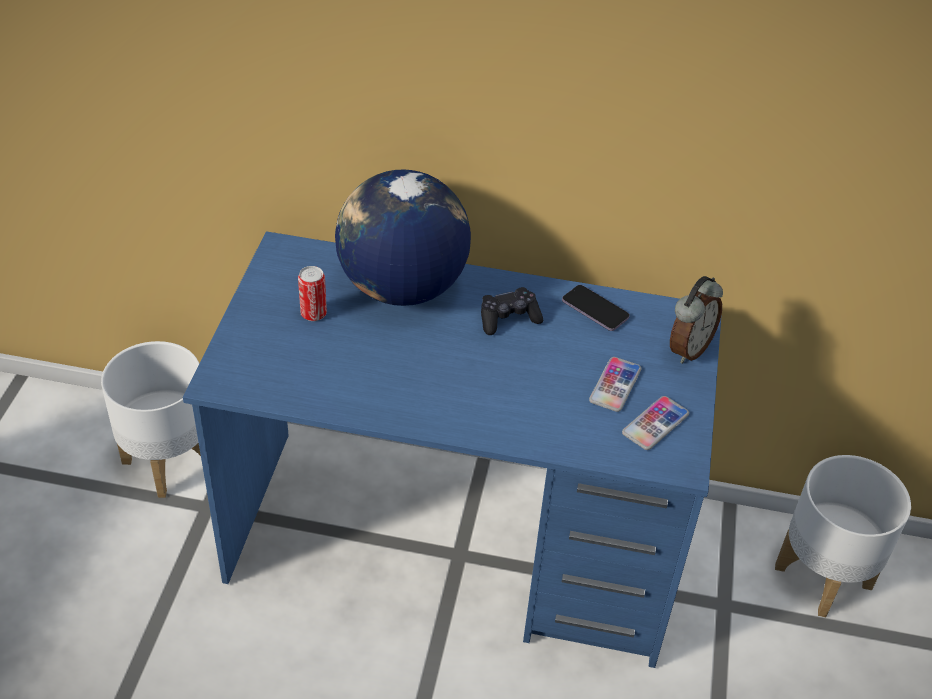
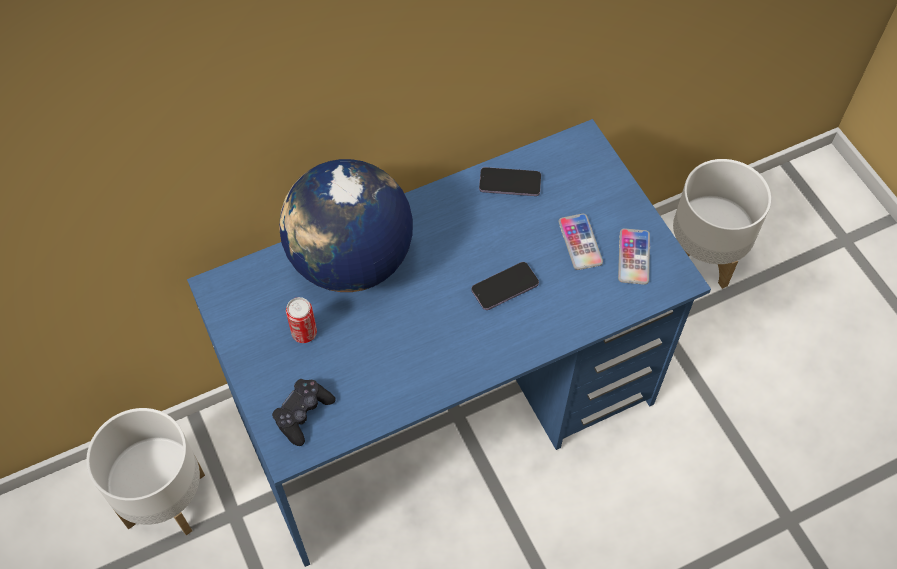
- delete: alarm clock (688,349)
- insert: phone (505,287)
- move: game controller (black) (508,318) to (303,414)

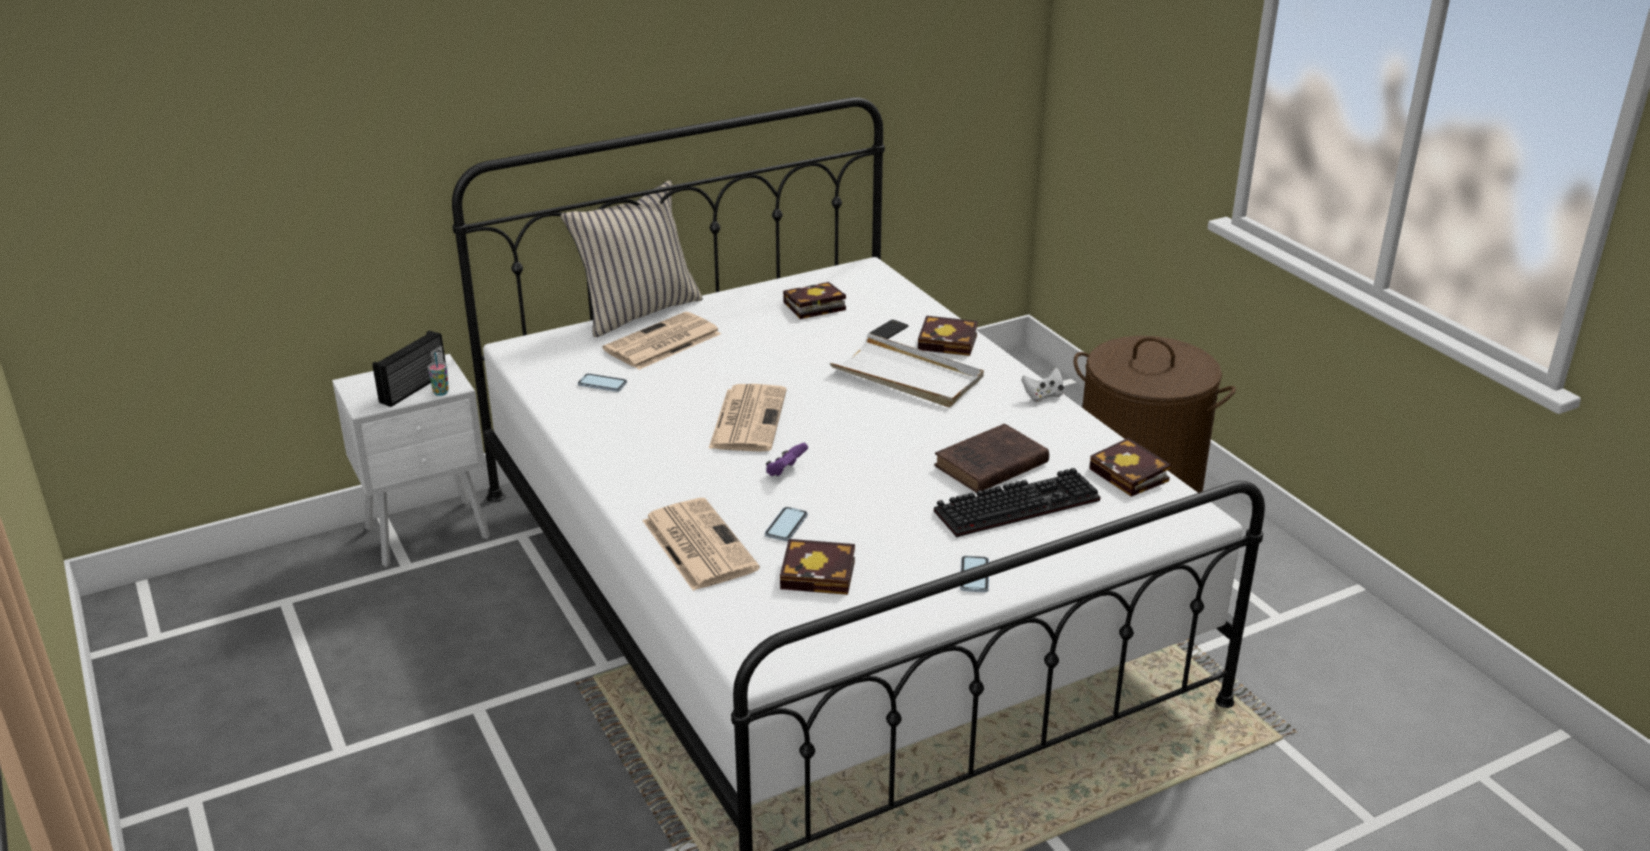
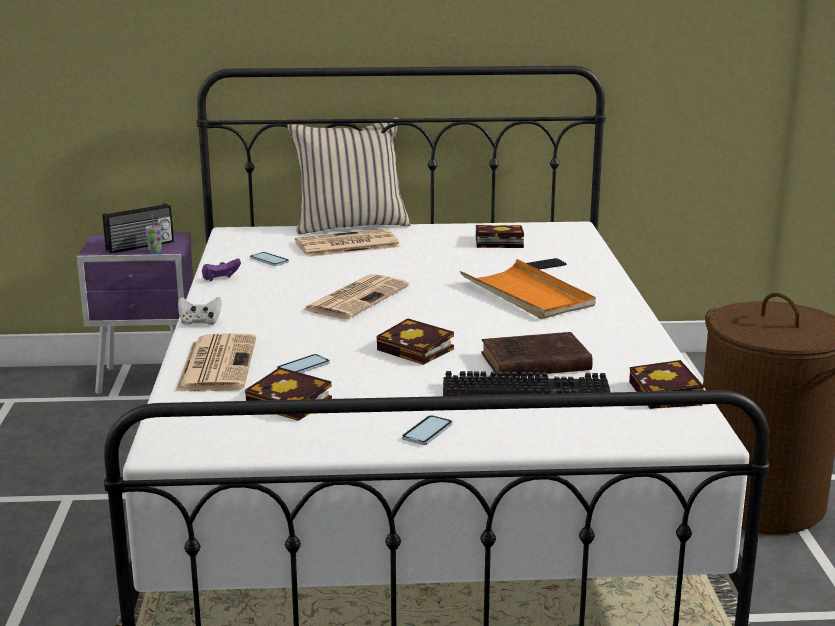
- move: game controller (purple) (785,471) to (220,279)
- move: book (950,342) to (418,350)
- move: game controller (white) (1043,396) to (200,322)
- recolor: nightstand (white) (430,534) to nightstand (purple) (149,381)
- recolor: tray (white) (907,376) to tray (orange) (527,294)

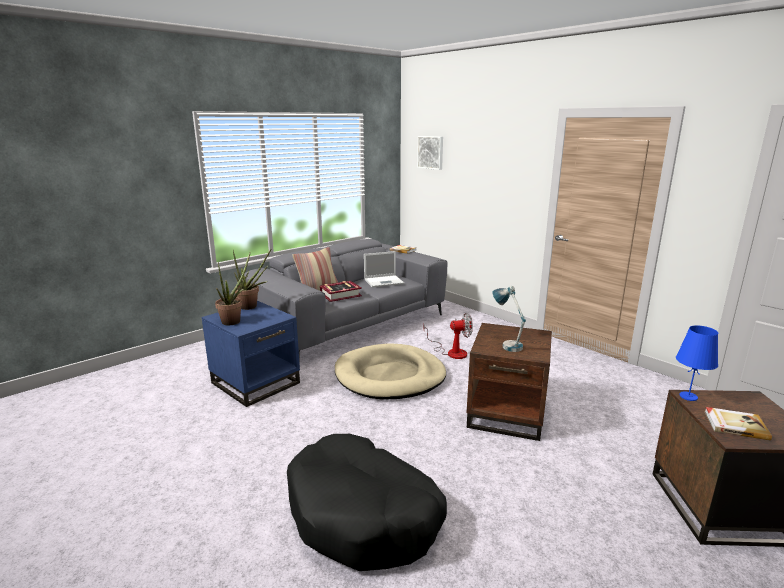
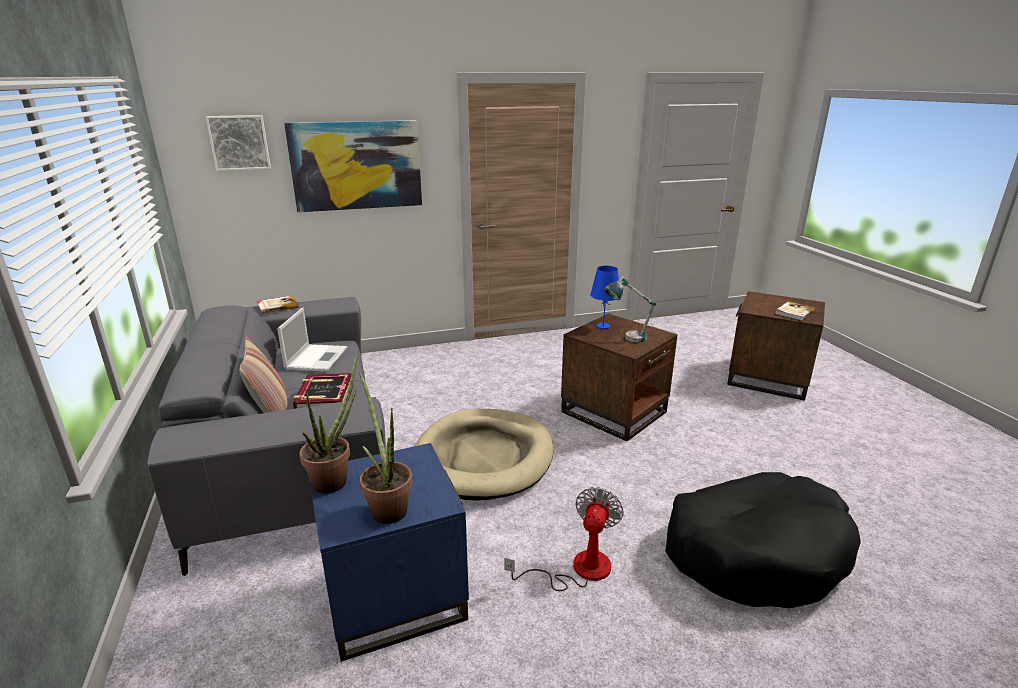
- insert: picture (356,165)
- move: fan (451,352) to (578,569)
- move: table lamp (blue) (688,396) to (603,326)

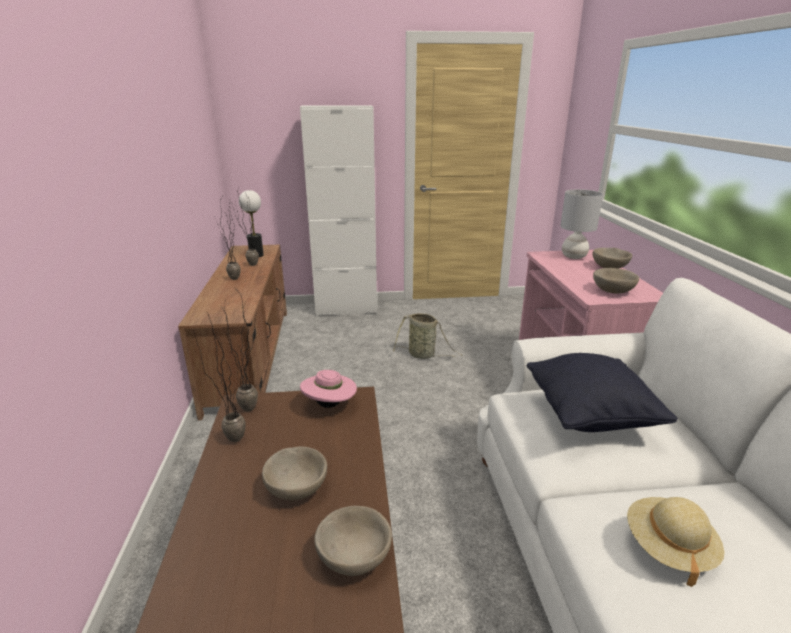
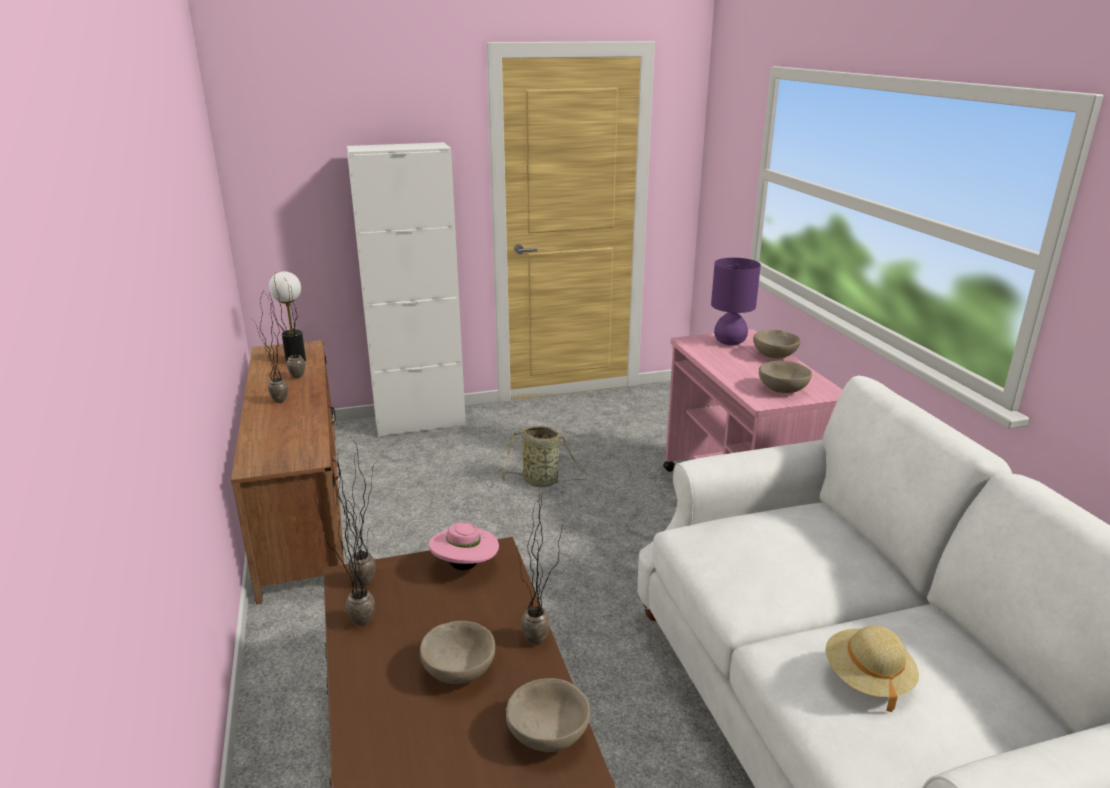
- delete: pillow (black) (589,416)
- insert: potted plant (540,646)
- recolor: table lamp (grey) (573,256) to table lamp (purple) (729,342)

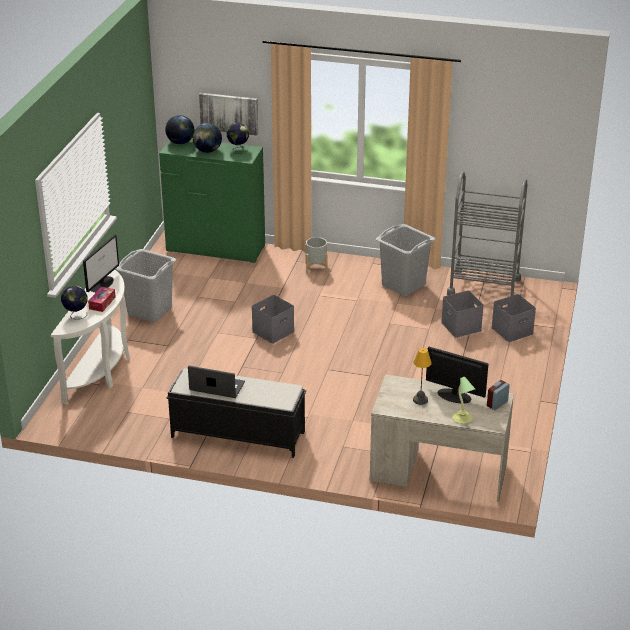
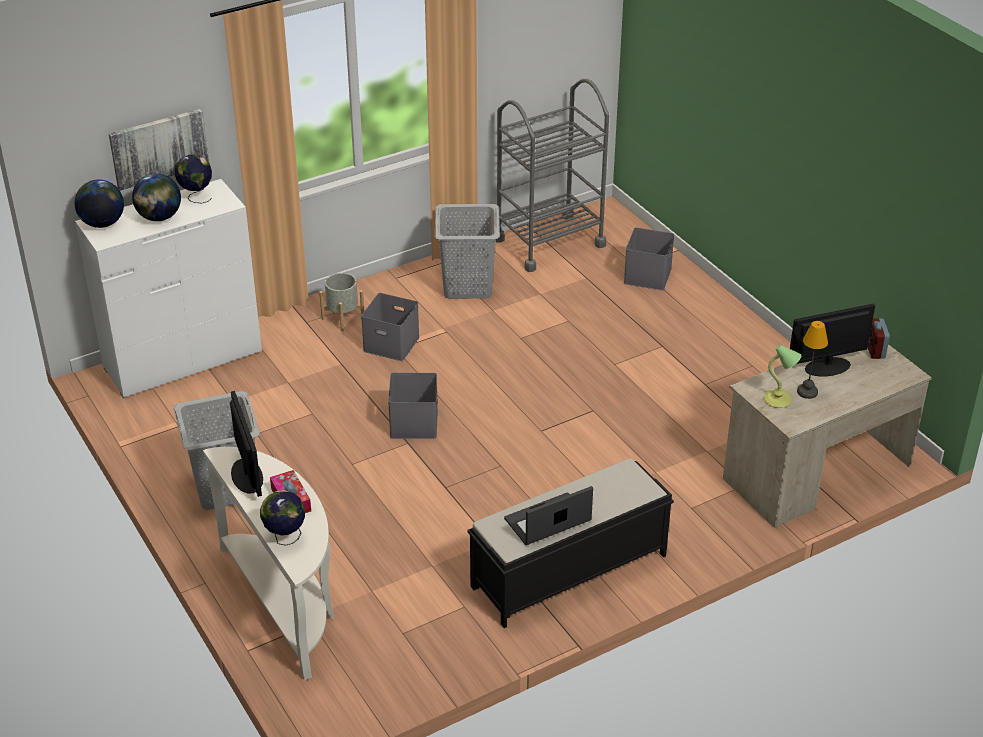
- move: storage box (grey) (460,326) to (390,344)
- move: table lamp (462,419) to (778,400)
- recolor: dresser (green) (215,248) to dresser (white) (183,360)

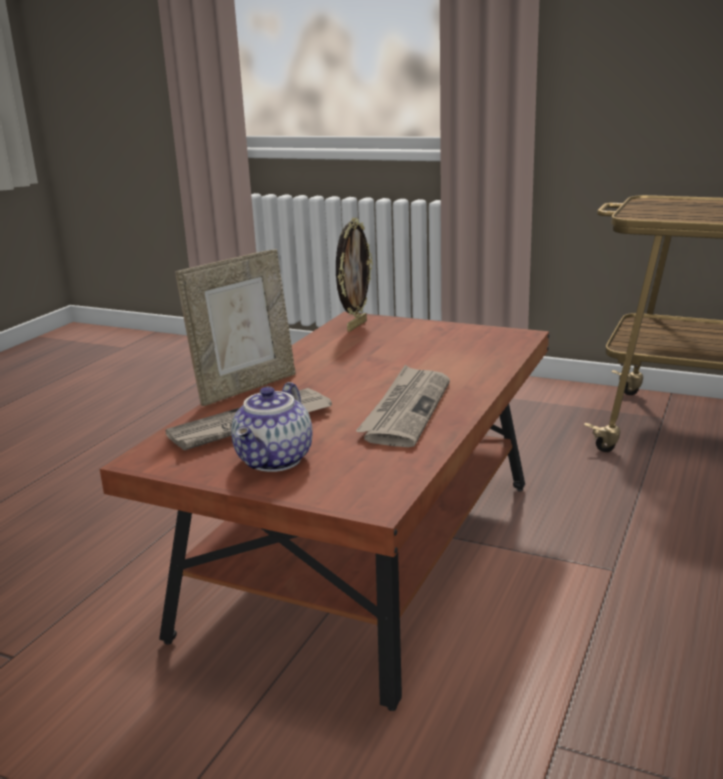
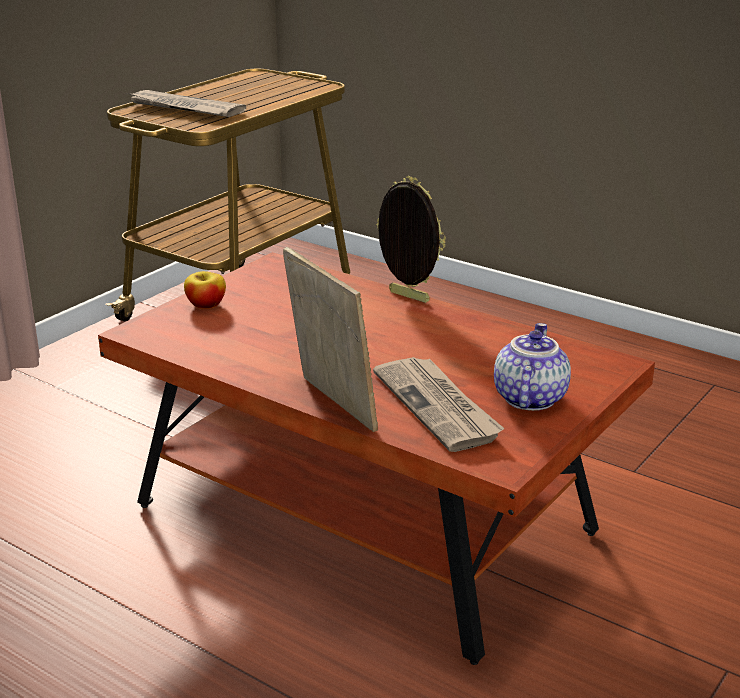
- insert: apple (206,305)
- move: picture frame (355,325) to (407,297)
- move: newspaper (406,409) to (184,108)
- rotate: teapot (276,460) = (528,398) 105 degrees counterclockwise

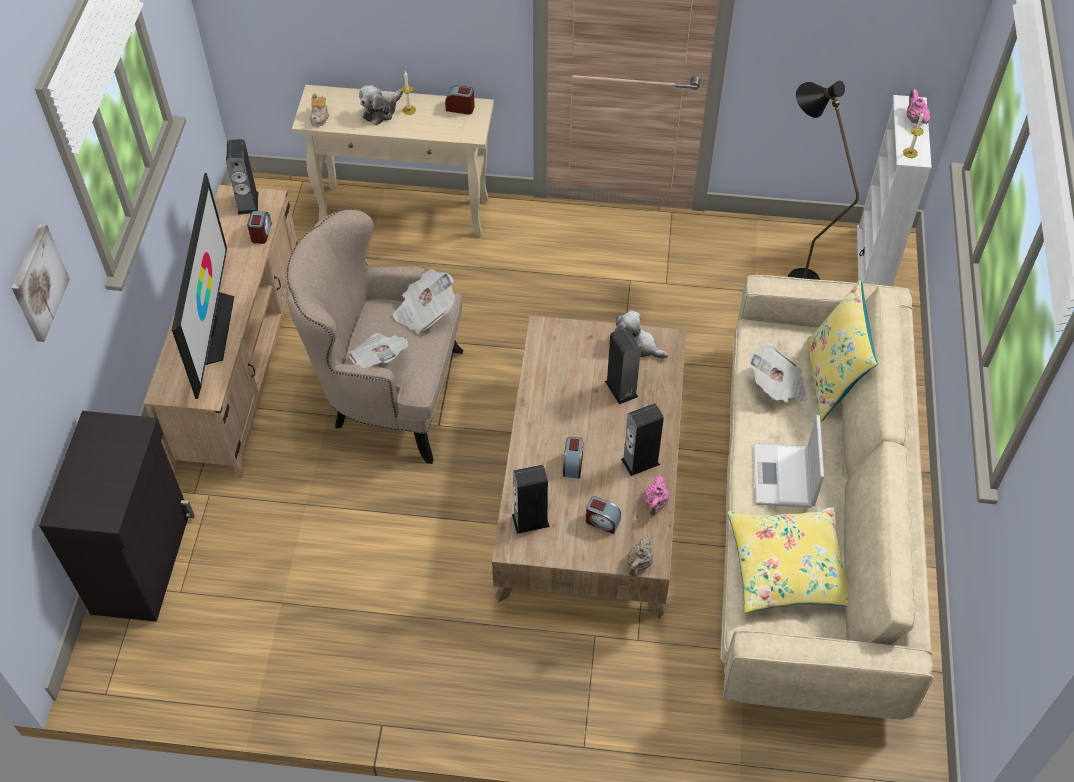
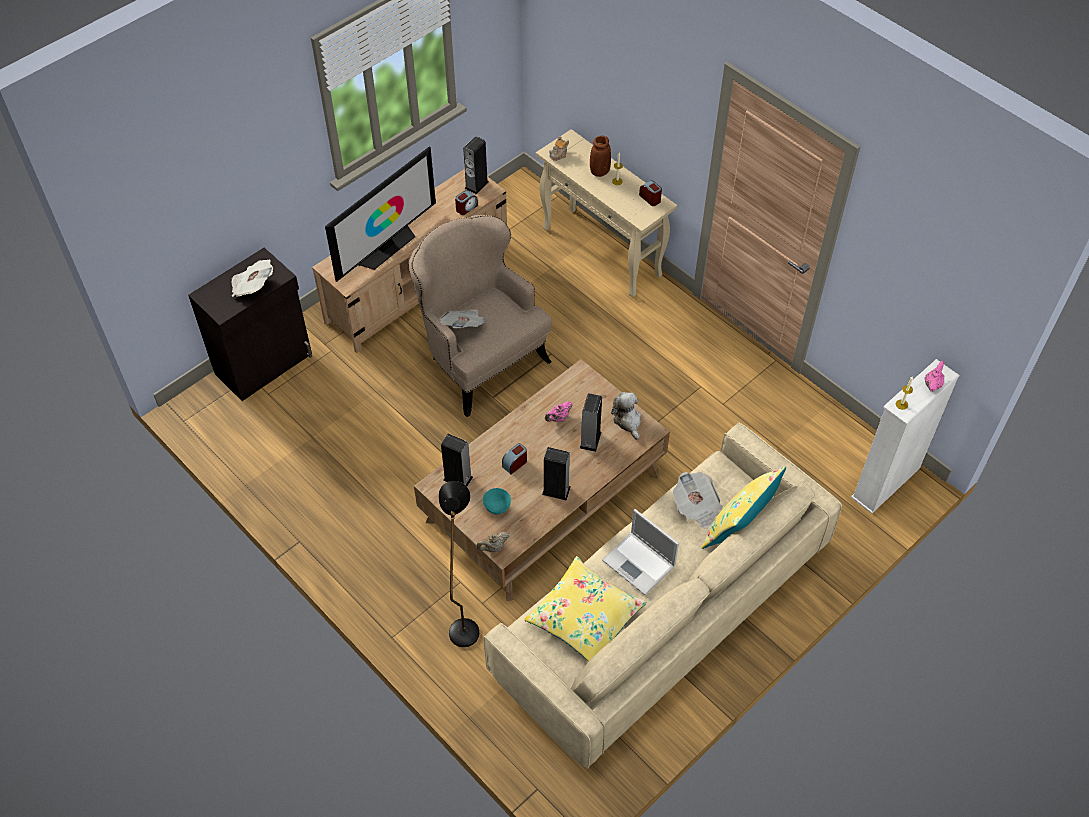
- delete: picture (38,283)
- move: newspaper (424,312) to (253,286)
- move: teapot (pink) (655,503) to (558,418)
- move: floor lamp (black) (793,275) to (464,622)
- replace: plush toy (381,110) to vase (brown) (600,172)
- replace: alarm clock (602,521) to bowl (turquoise) (497,508)
- rotate: laptop (784,477) = (640,564) 90 degrees counterclockwise

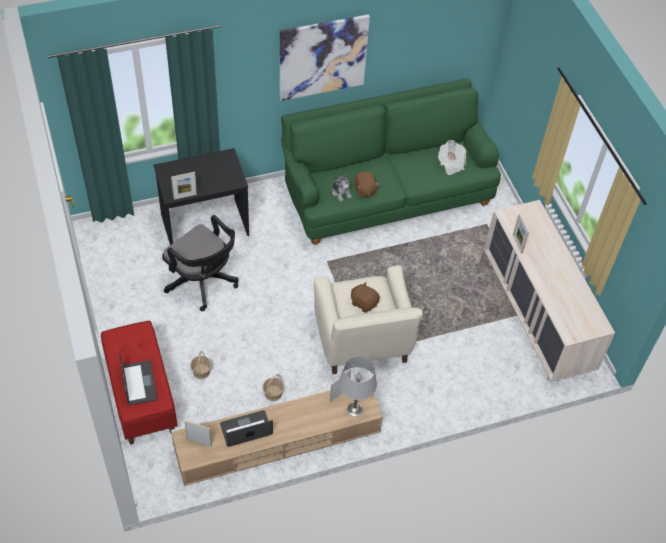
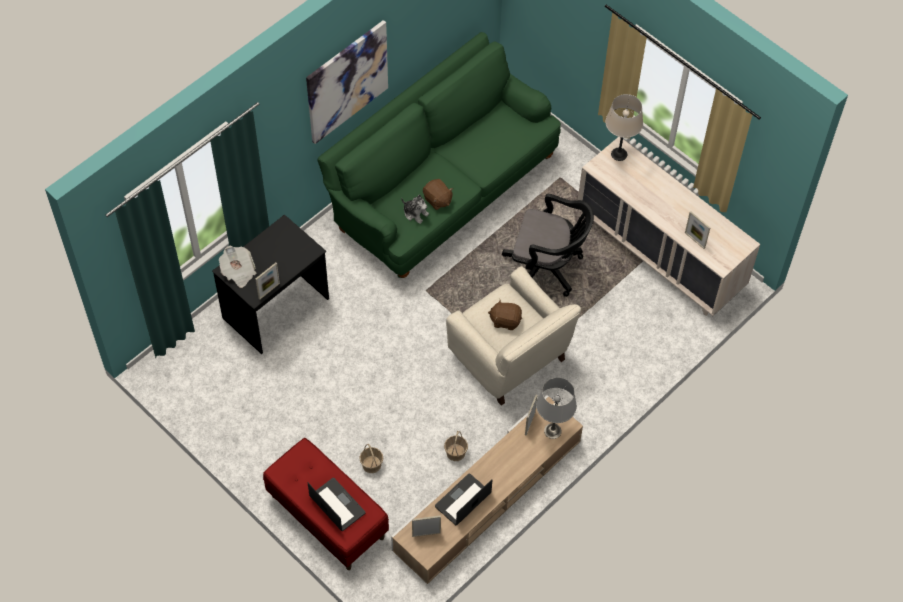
- insert: table lamp (beige) (619,154)
- move: office chair (black) (203,283) to (547,268)
- move: newspaper (451,163) to (238,272)
- move: picture frame (517,244) to (694,240)

